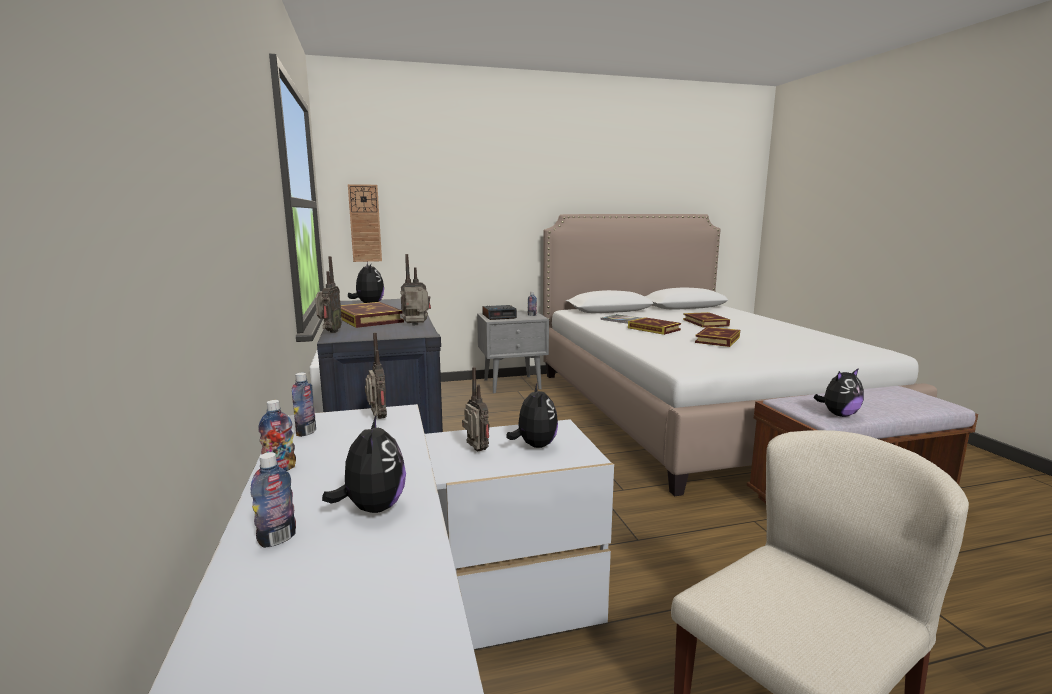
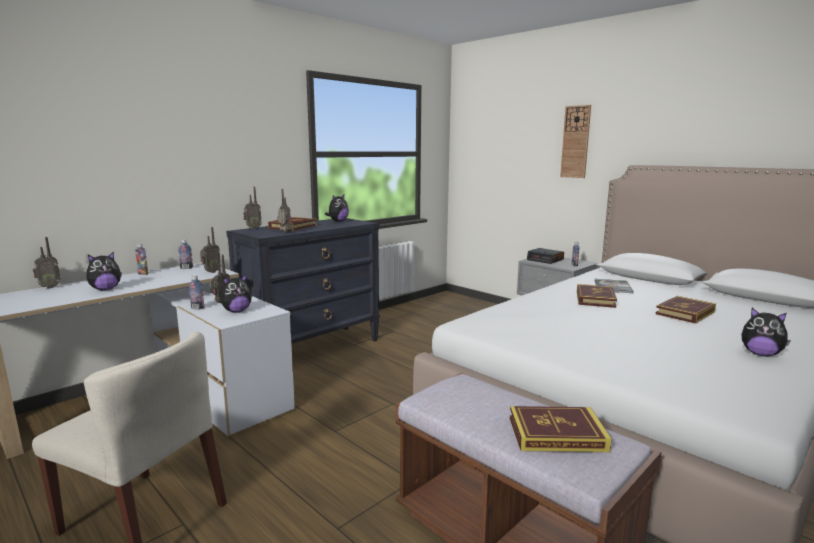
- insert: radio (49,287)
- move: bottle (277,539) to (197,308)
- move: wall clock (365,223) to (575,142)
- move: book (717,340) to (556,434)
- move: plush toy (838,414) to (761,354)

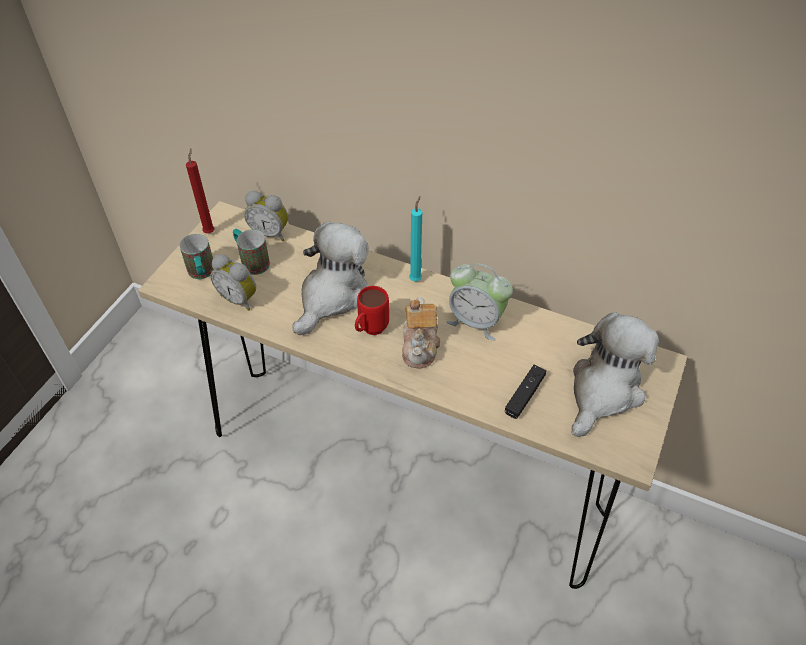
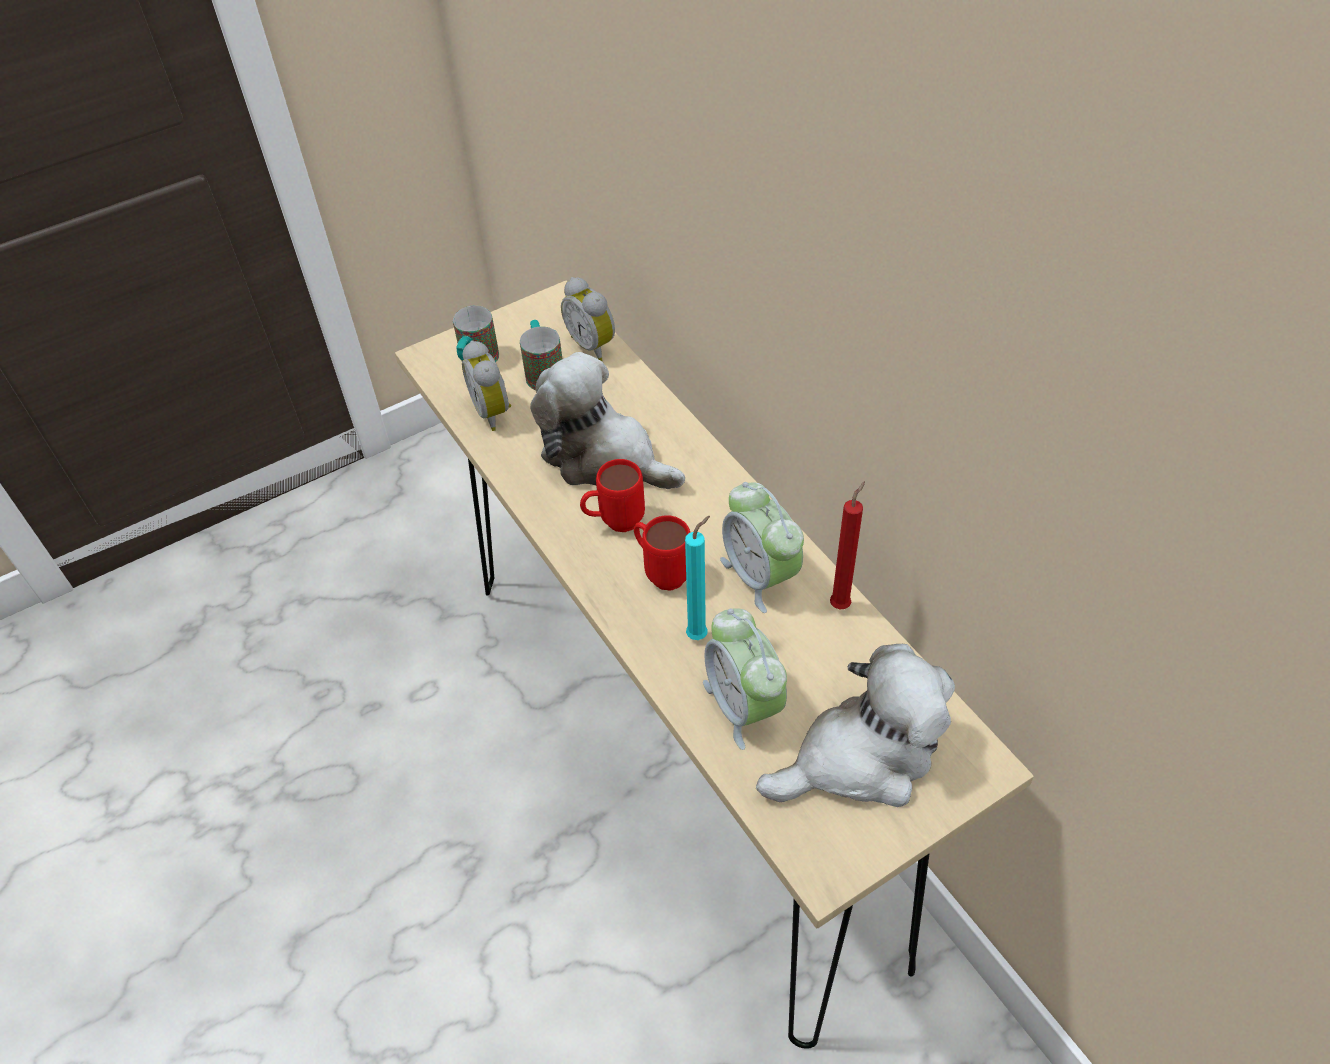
- move: candle (red) (210,231) to (841,603)
- move: candle (turquoise) (416,279) to (699,634)
- replace: teapot (420,345) to mug (red) (661,572)
- replace: game controller (black) (524,395) to alarm clock (743,705)
- rotate: plush toy (332,295) = (604,457) 120 degrees counterclockwise

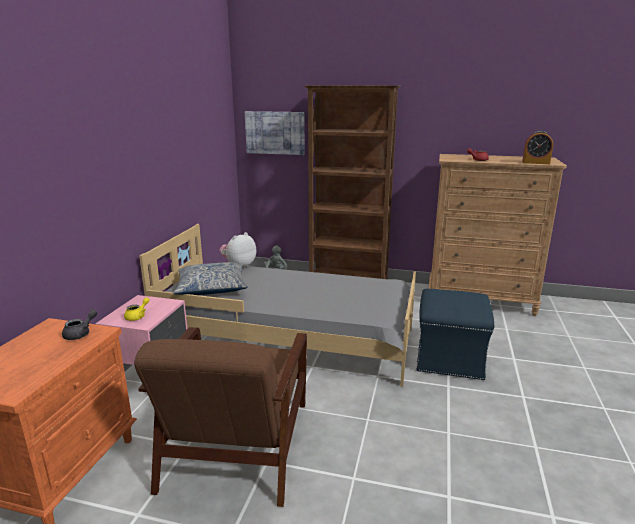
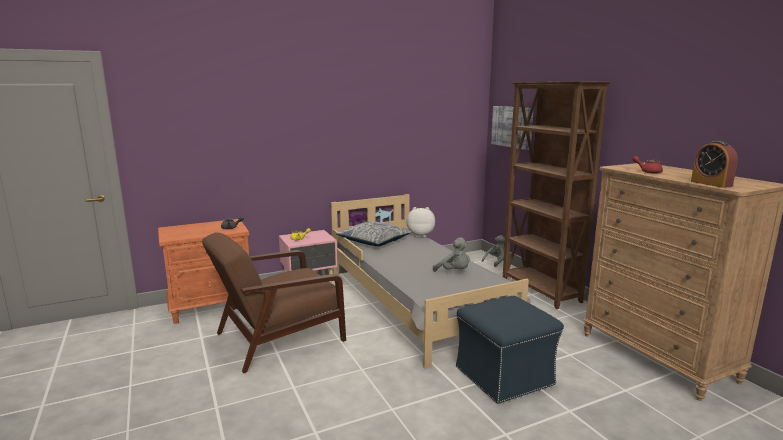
- insert: plush toy (grey) (454,272)

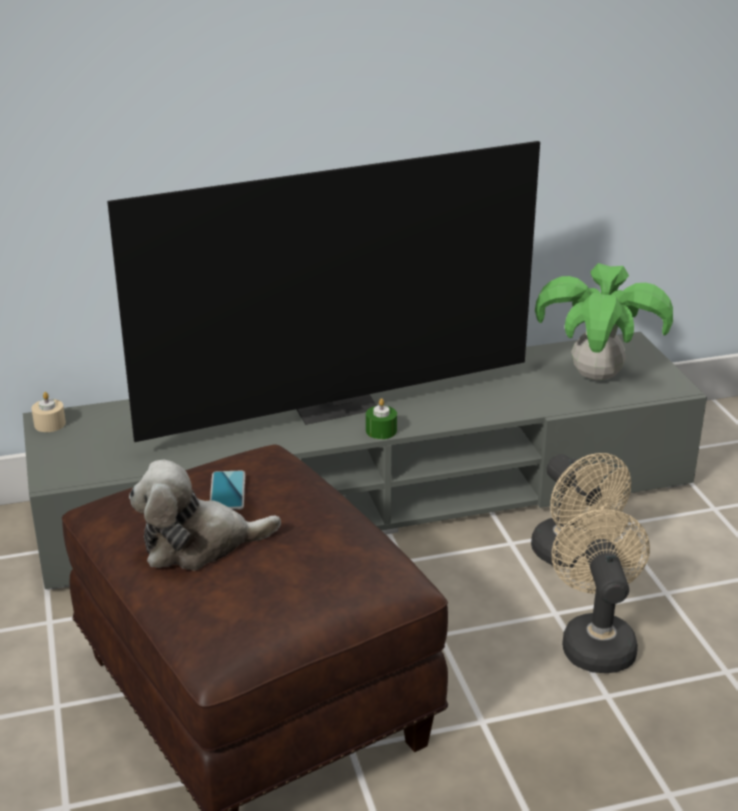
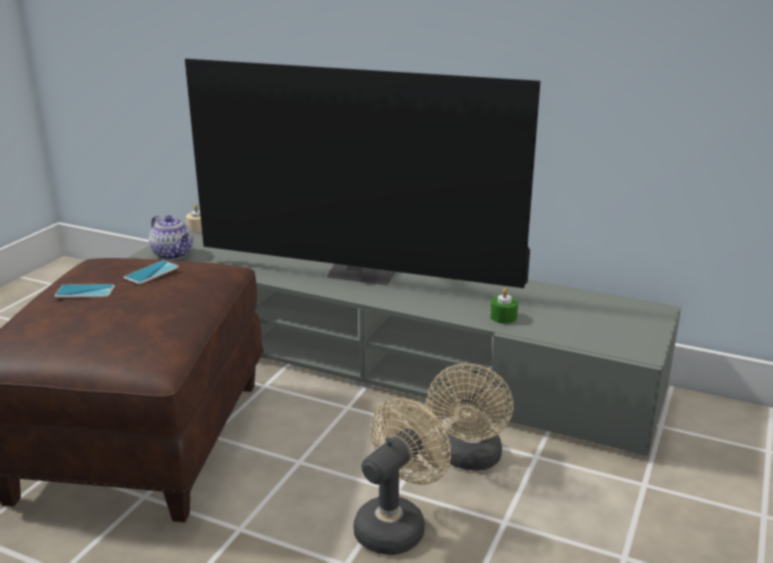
- delete: potted plant (595,375)
- insert: teapot (174,254)
- move: candle (green) (381,431) to (503,317)
- replace: plush toy (198,544) to phone (85,292)

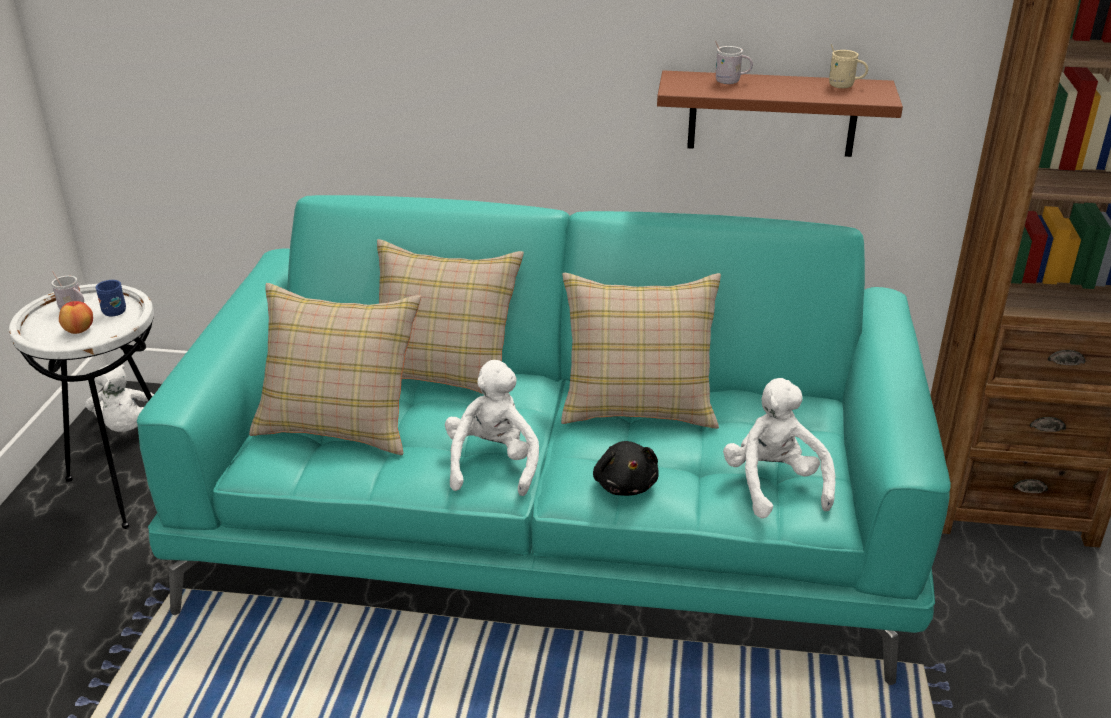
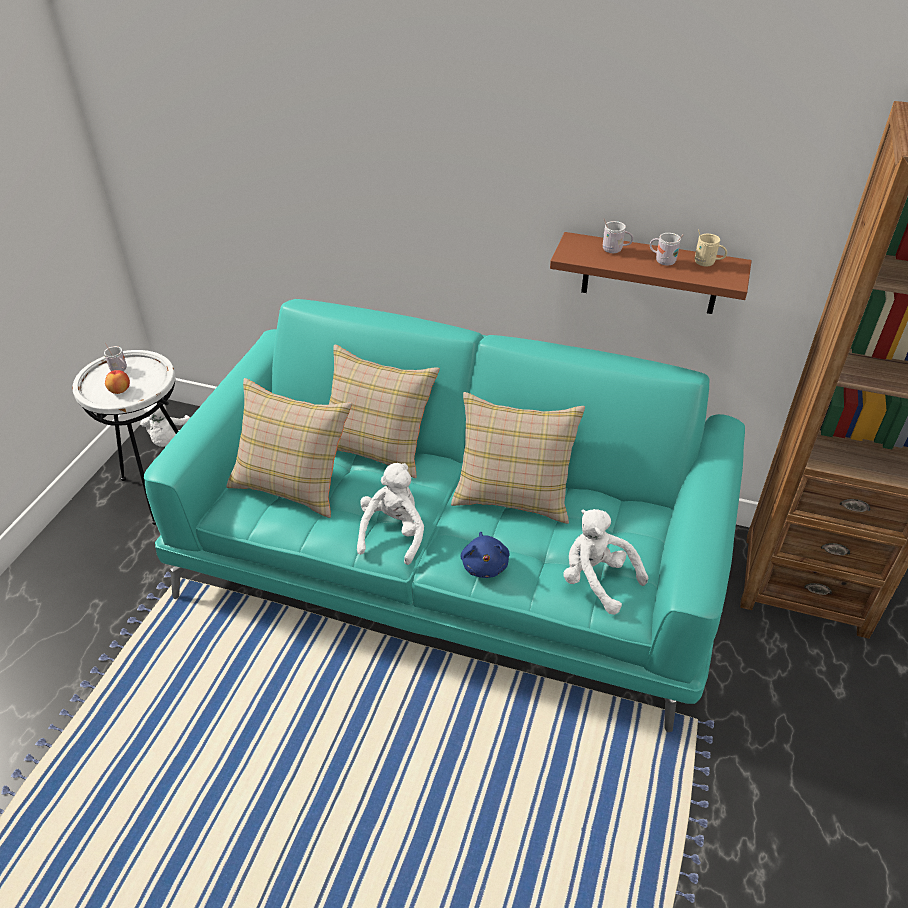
- delete: mug (blue) (112,311)
- insert: mug (white) (662,261)
- recolor: plush toy (black) (625,484) to plush toy (blue) (485,565)
- rotate: plush toy (white) (774,485) = (596,580) 45 degrees counterclockwise

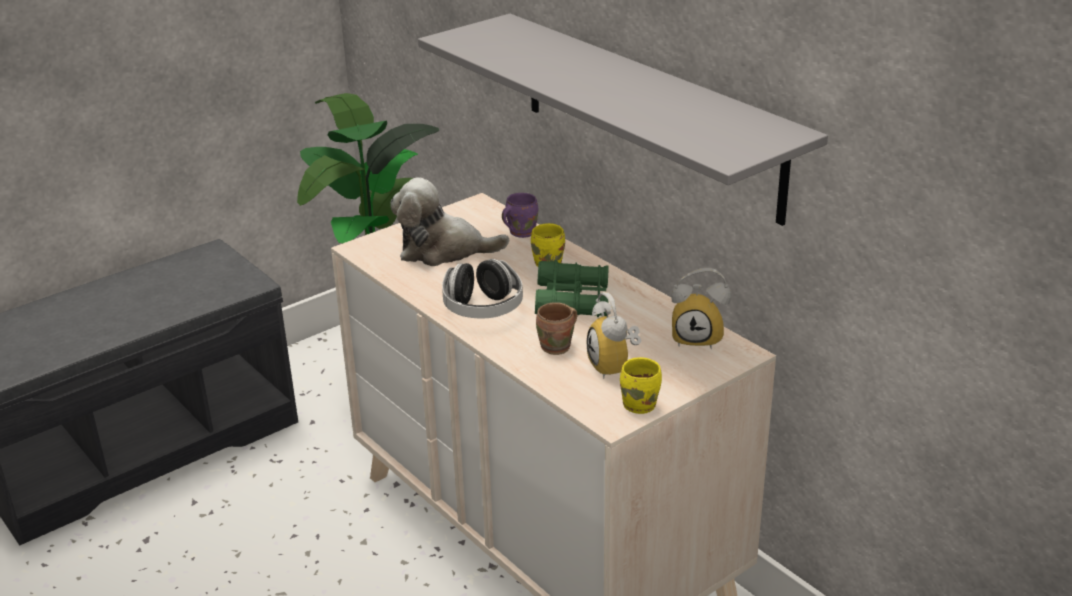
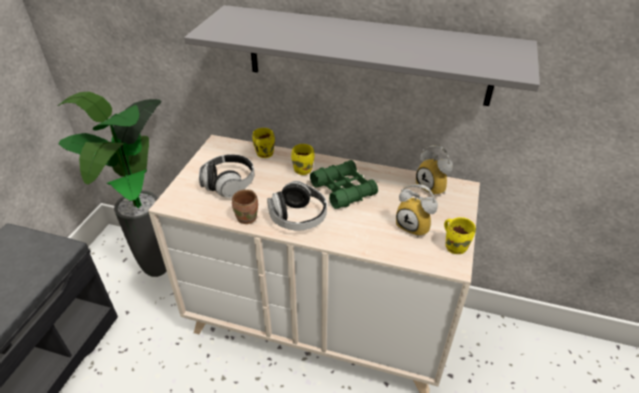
- move: mug (brown) (558,347) to (248,217)
- replace: plush toy (443,250) to headphones (229,184)
- recolor: mug (purple) (519,232) to mug (yellow) (263,154)
- rotate: alarm clock (699,338) = (434,187) 75 degrees clockwise

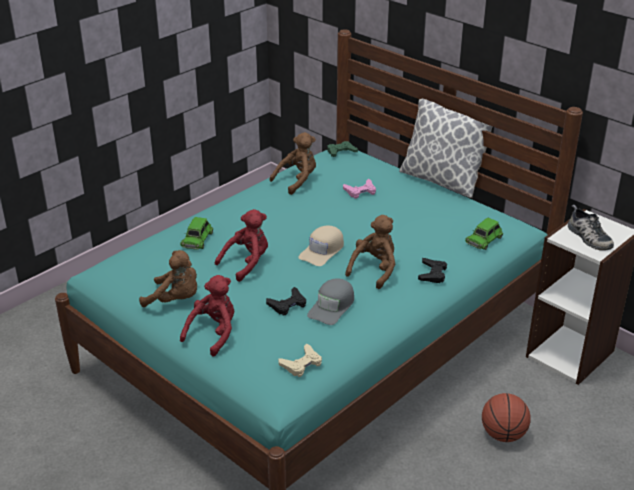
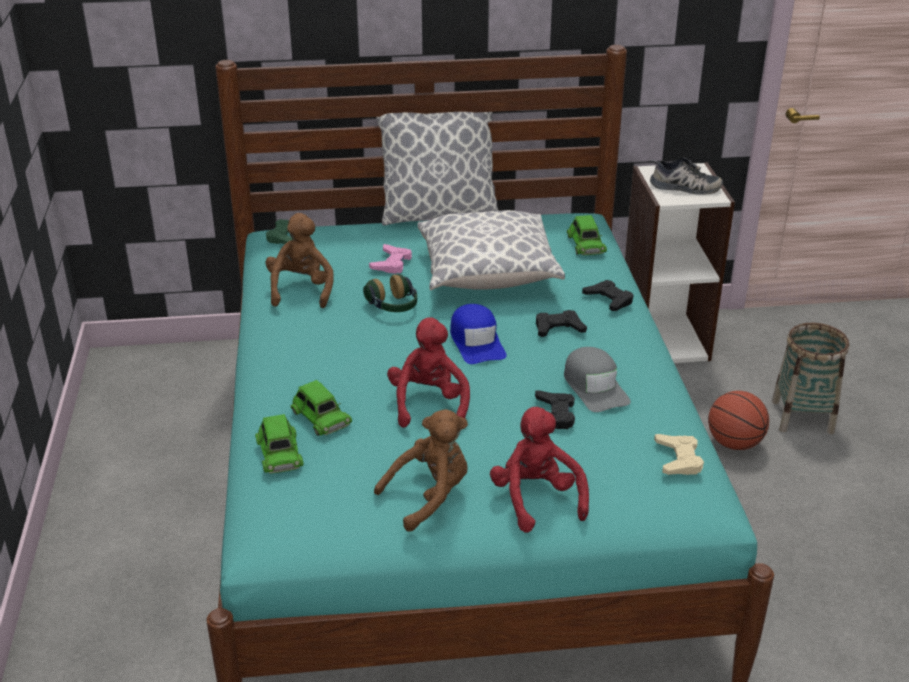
- insert: toy car (green) (279,453)
- insert: headphones (393,306)
- insert: pillow (487,274)
- insert: basket (802,416)
- replace: plush toy (brown) (374,270) to game controller (black) (558,328)
- recolor: cap (beige) (322,251) to cap (blue) (476,342)

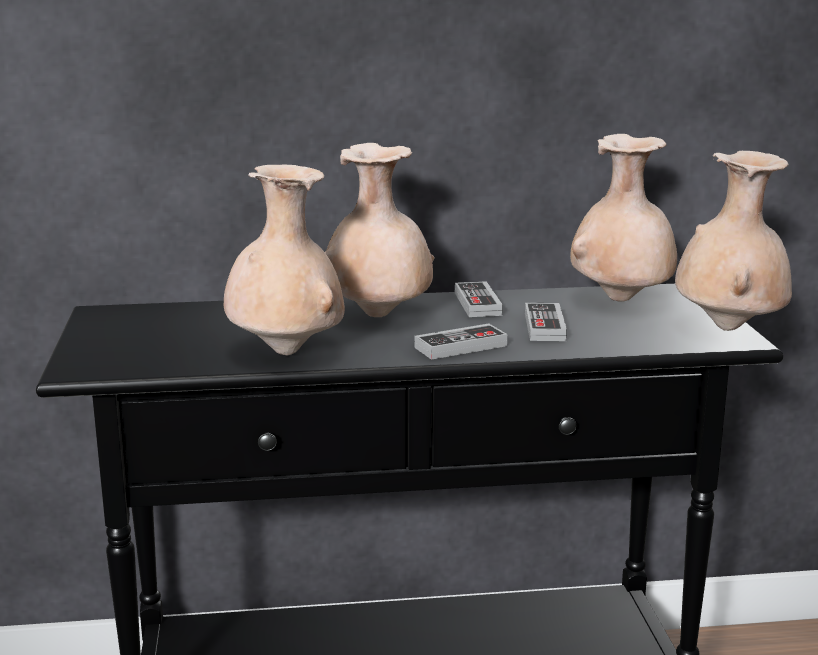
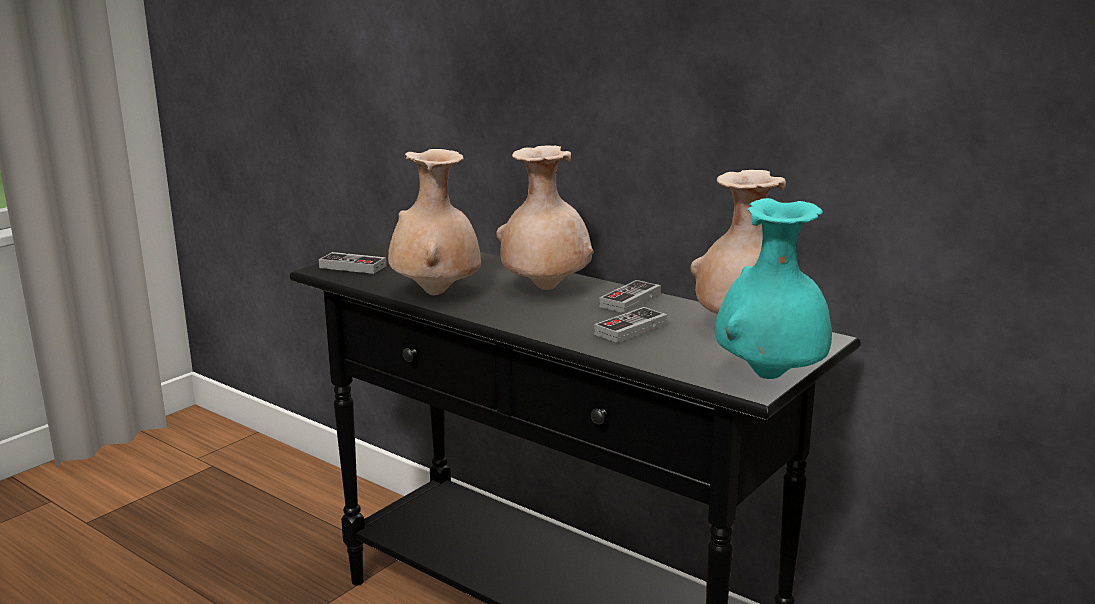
- move: game controller (460,346) to (352,267)
- recolor: vase (beige) (728,328) to vase (turquoise) (769,377)

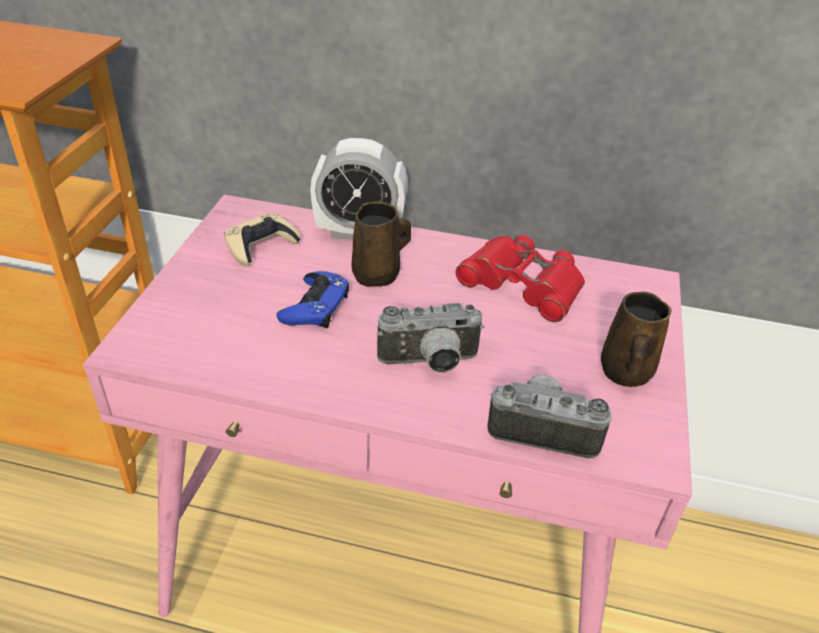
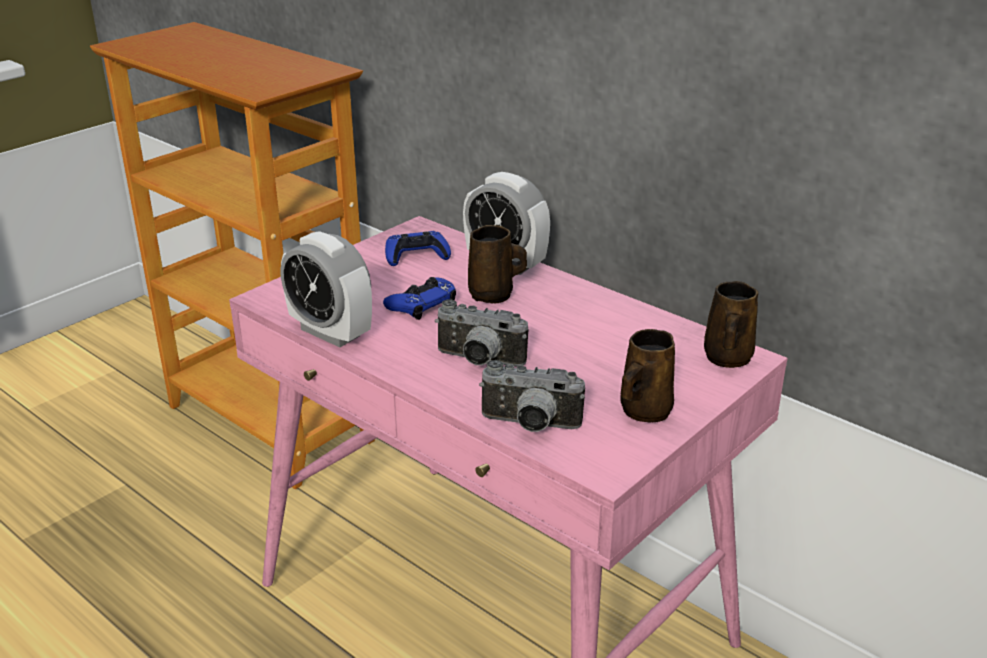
- delete: binoculars (red) (522,285)
- insert: alarm clock (330,332)
- insert: mug (brown) (727,359)
- recolor: game controller (beige) (261,245) to game controller (blue) (416,255)
- rotate: photo camera (544,429) = (529,426) 150 degrees clockwise

